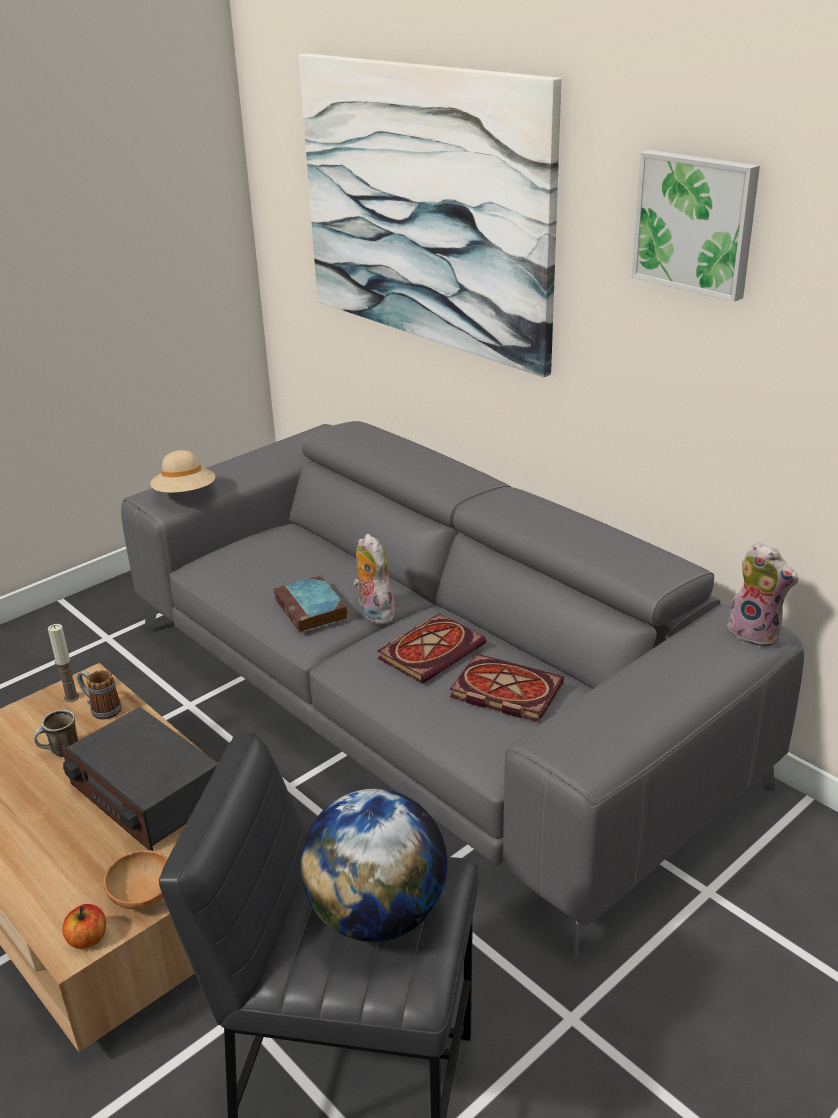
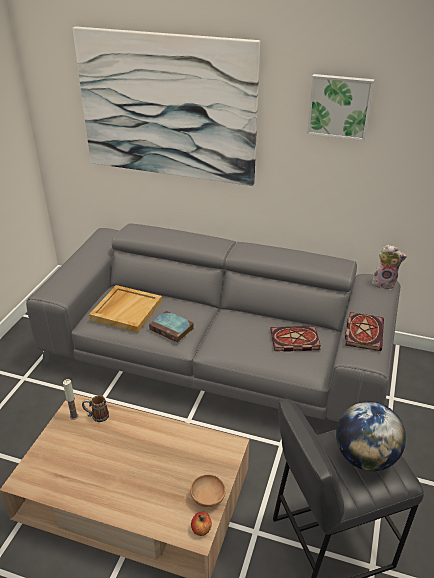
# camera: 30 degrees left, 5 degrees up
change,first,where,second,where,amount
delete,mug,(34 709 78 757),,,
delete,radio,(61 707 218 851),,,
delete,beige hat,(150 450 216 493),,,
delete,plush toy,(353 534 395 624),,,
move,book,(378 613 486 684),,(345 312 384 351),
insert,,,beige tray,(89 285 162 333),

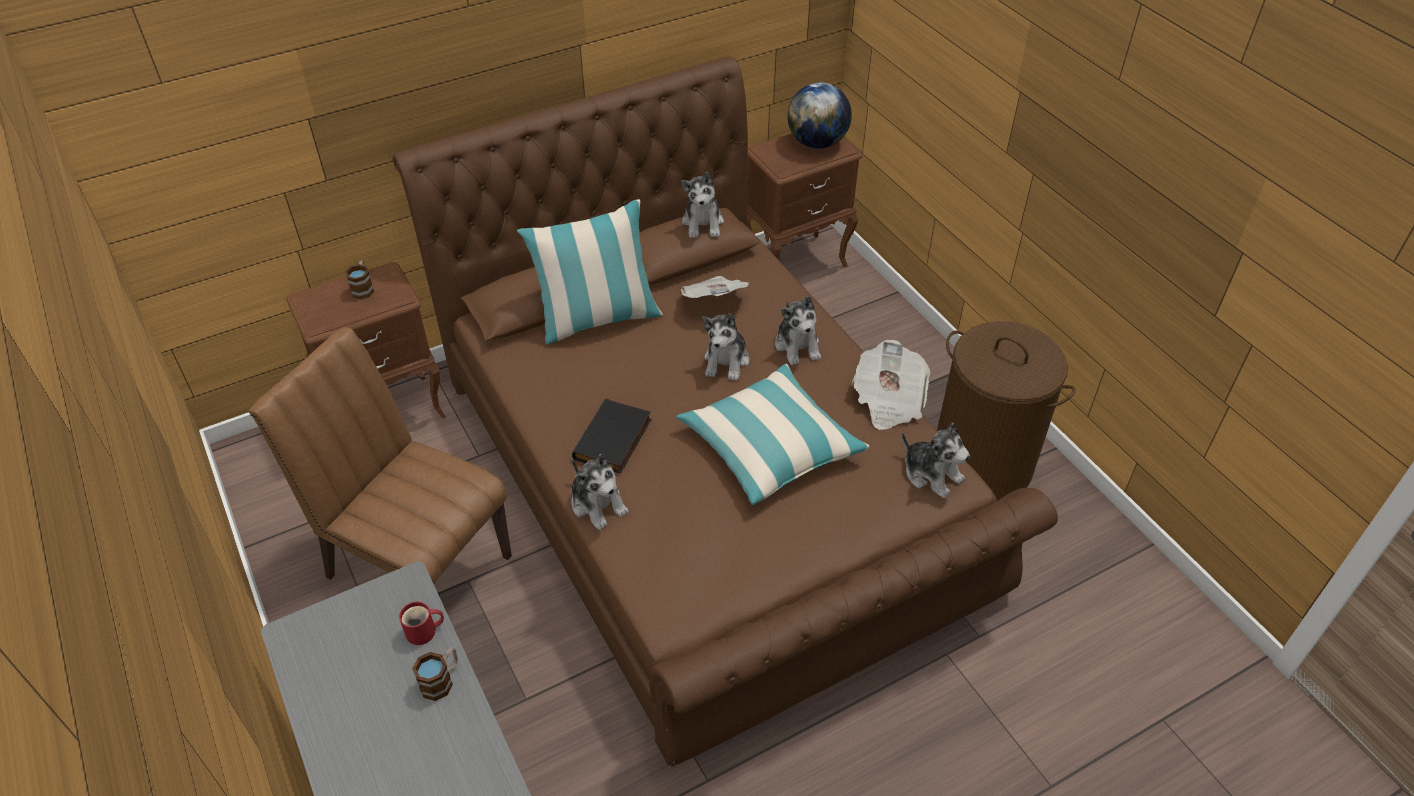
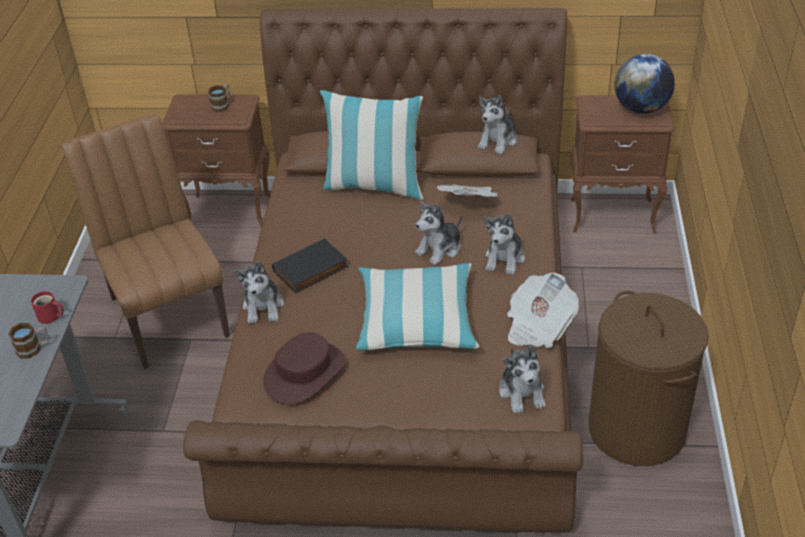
# camera: 35 degrees right, 5 degrees down
change,first,where,second,where,amount
insert,,,brown hat,(263 332 346 404),

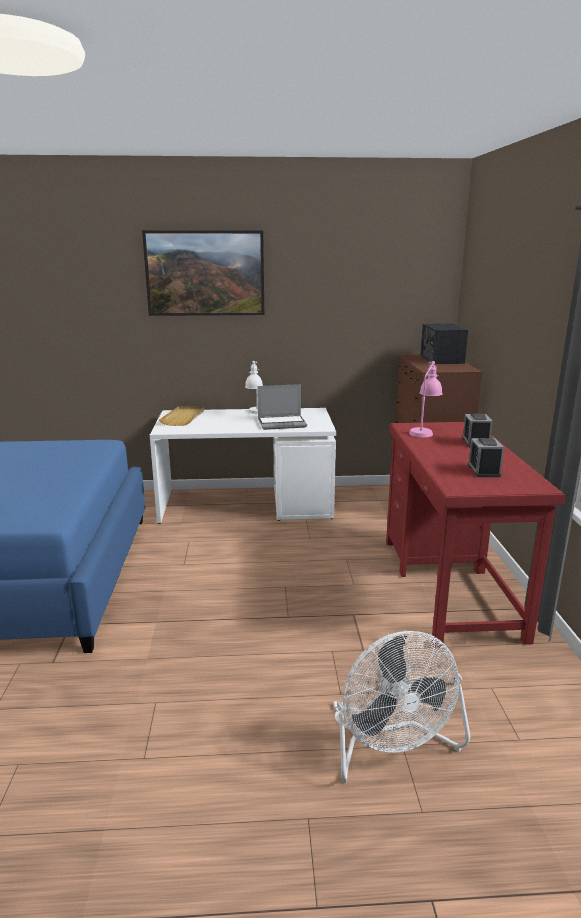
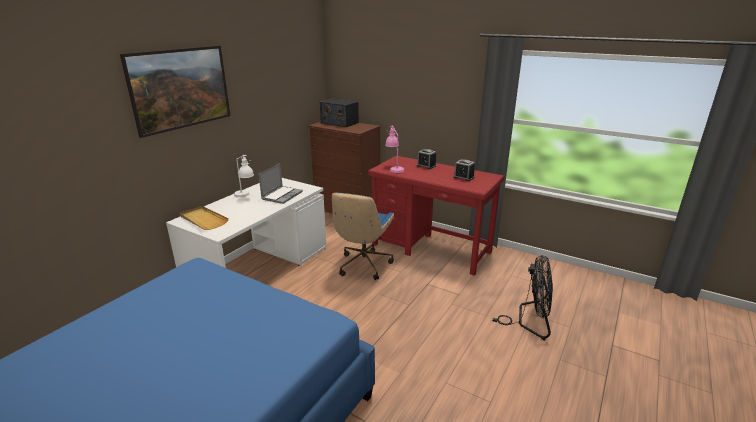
# camera: 55 degrees left, 5 degrees up
change,first,where,second,where,amount
recolor,white fan,(333 630 470 783),black fan,(492 255 553 340),
insert,,,blue office chair,(332 192 394 280),

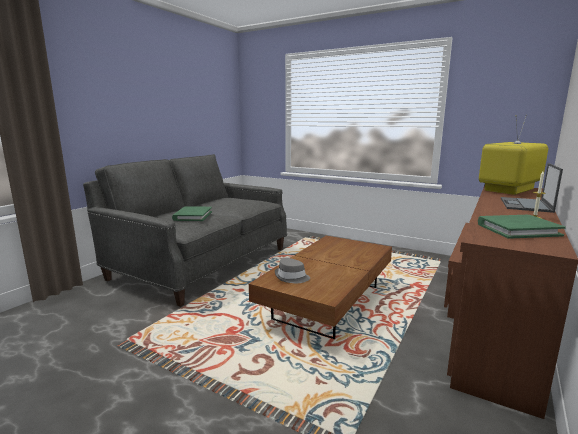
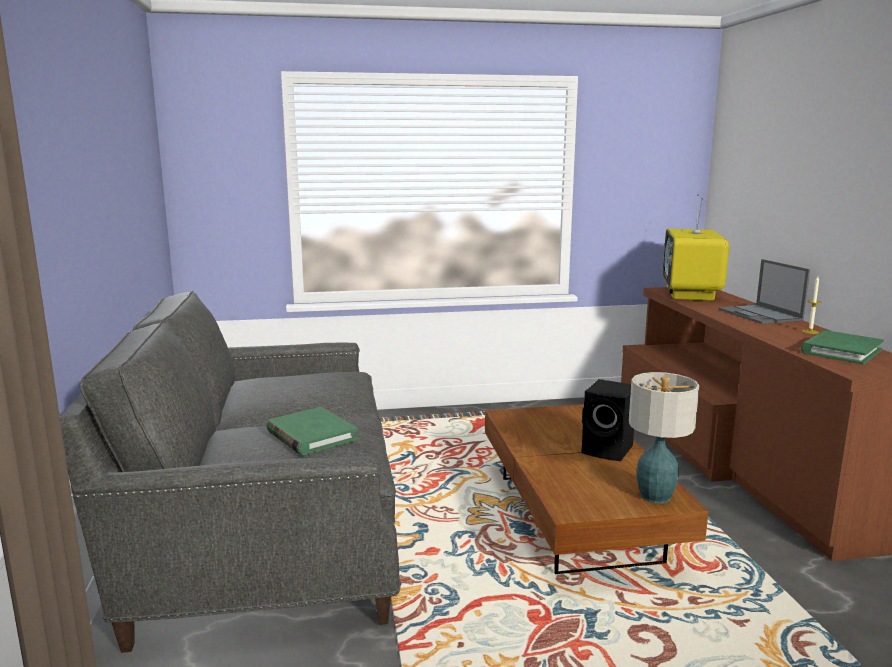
# camera: 40 degrees left, 0 degrees up
change,first,where,second,where,amount
delete,grey hat,(275 258 310 283),,,
insert,,,black speaker,(581 379 634 461),
insert,,,table lamp,(629 372 699 503),

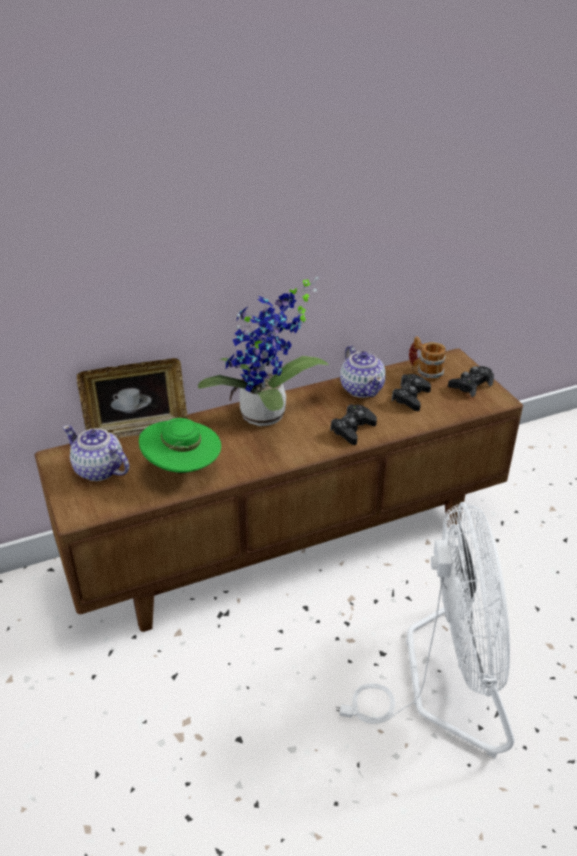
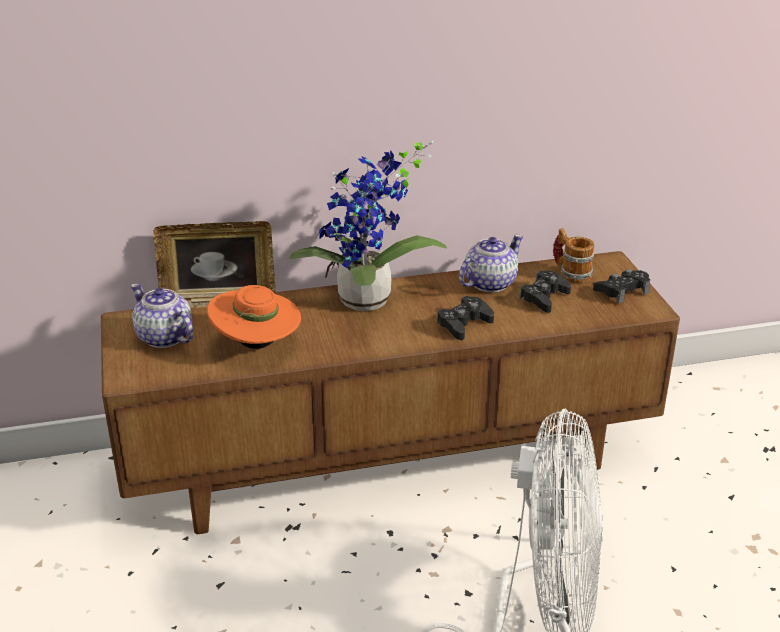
# camera: 10 degrees right, 5 degrees down
change,first,where,second,where,amount
recolor,green hat,(139 418 221 473),orange hat,(207 285 301 349),
rotate,teapot,(340 345 386 398),,(459 235 524 292),120 degrees counterclockwise

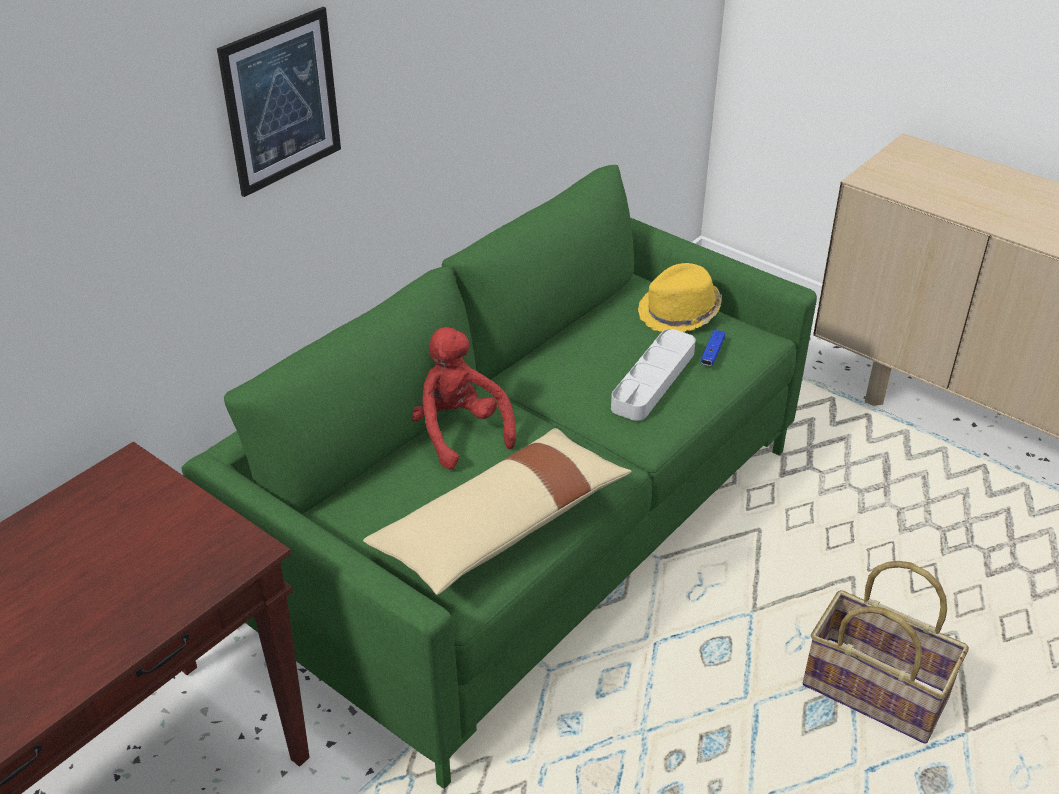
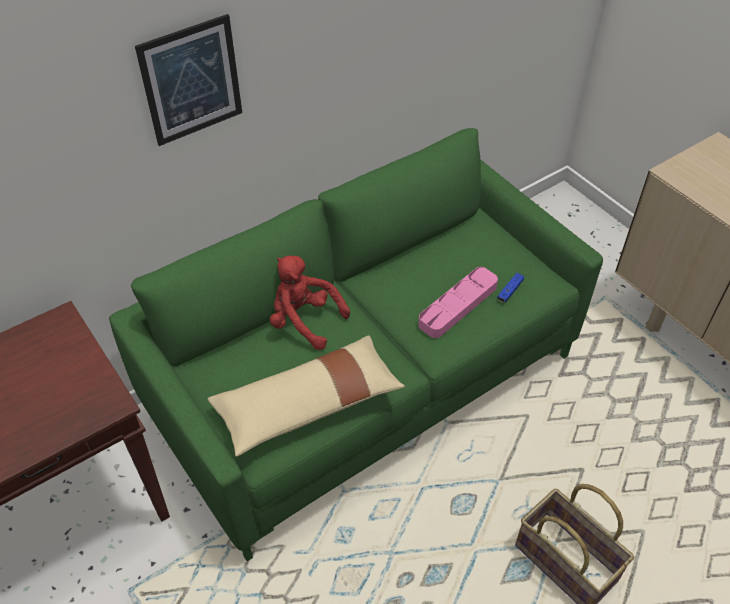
# camera: 15 degrees right, 10 degrees up
change,first,where,second,where,amount
rotate,red plush toy,(412 327 516 470),,(270 255 350 350),45 degrees counterclockwise
recolor,grey tray,(611 329 696 421),pink tray,(418 267 498 338),
delete,yellow hat,(638 263 722 332),,,

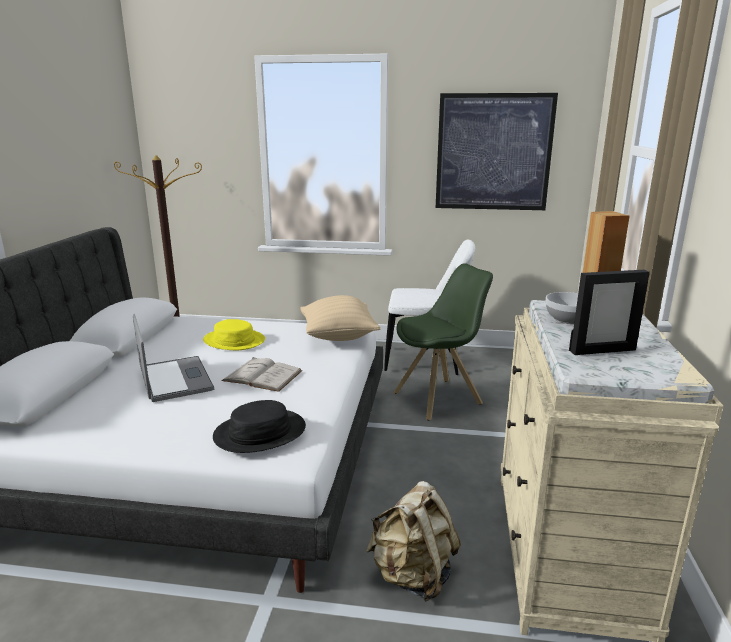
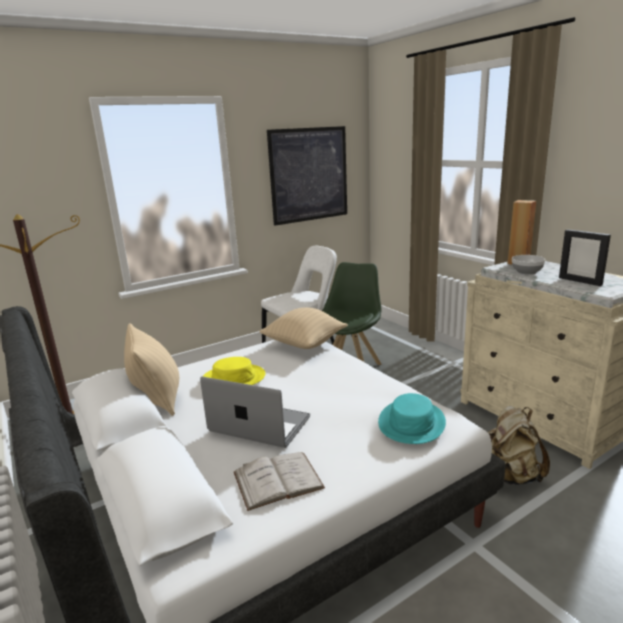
# camera: 40 degrees left, 0 degrees up
change,first,where,second,where,amount
recolor,black hat,(213 400 306 453),turquoise hat,(378 393 446 444),
move,white book,(221 357 302 392),,(234 452 325 511),
rotate,picture frame,(569 270 650 355),,(559 229 611 286),105 degrees clockwise
insert,,,beige pillow,(124 323 179 416),

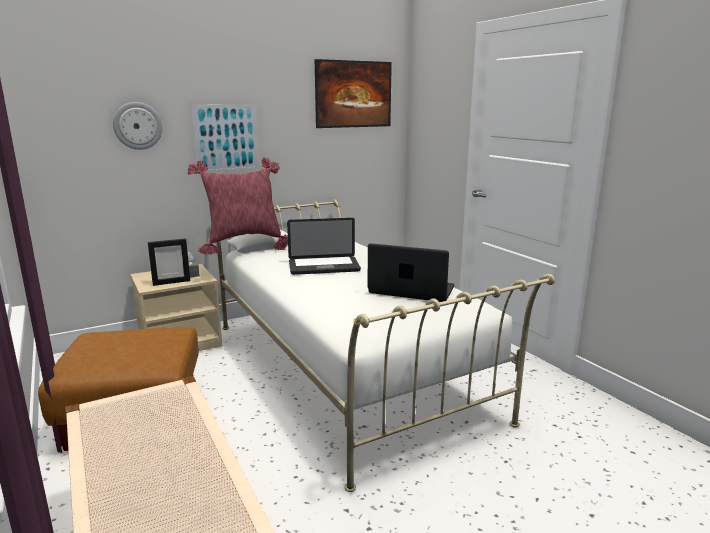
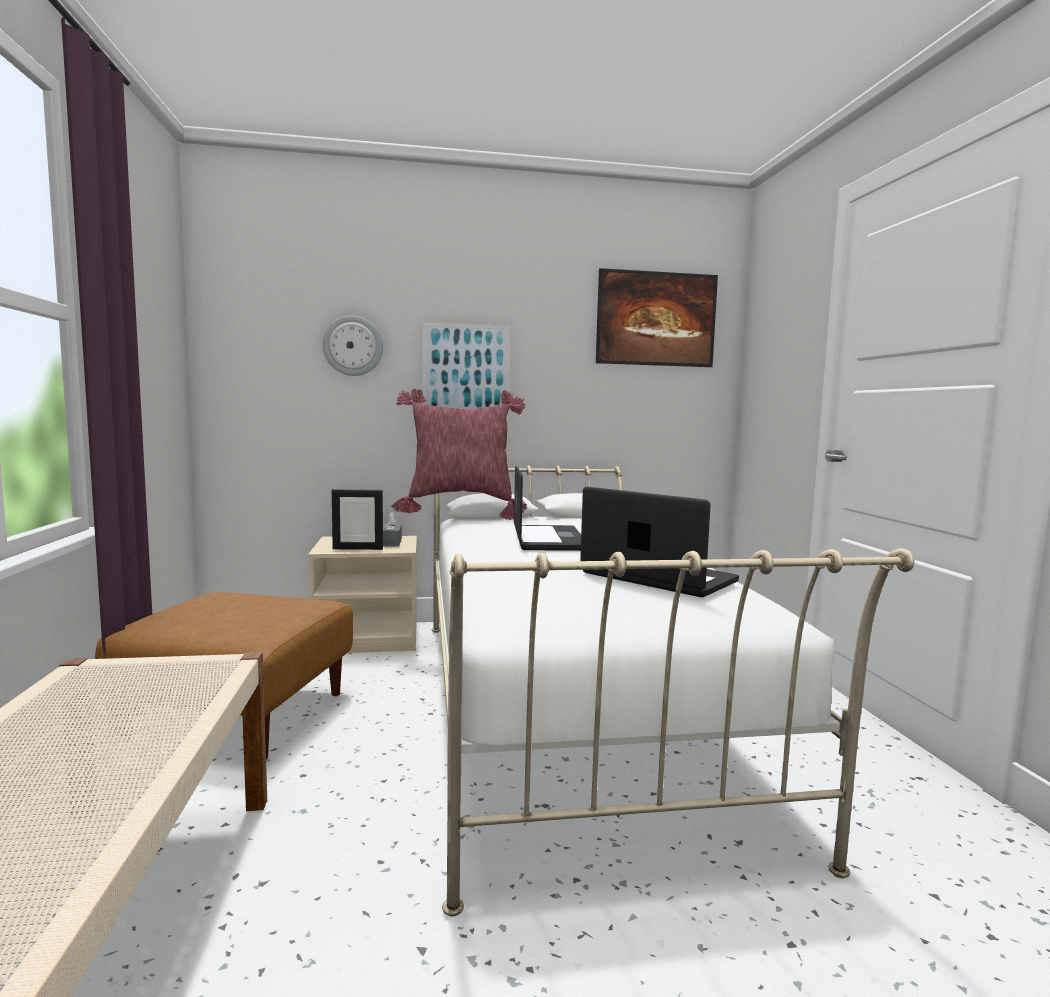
# camera: 20 degrees right, 10 degrees down
change,first,where,second,where,amount
rotate,laptop,(287 218 361 275),,(514 466 581 551),105 degrees counterclockwise

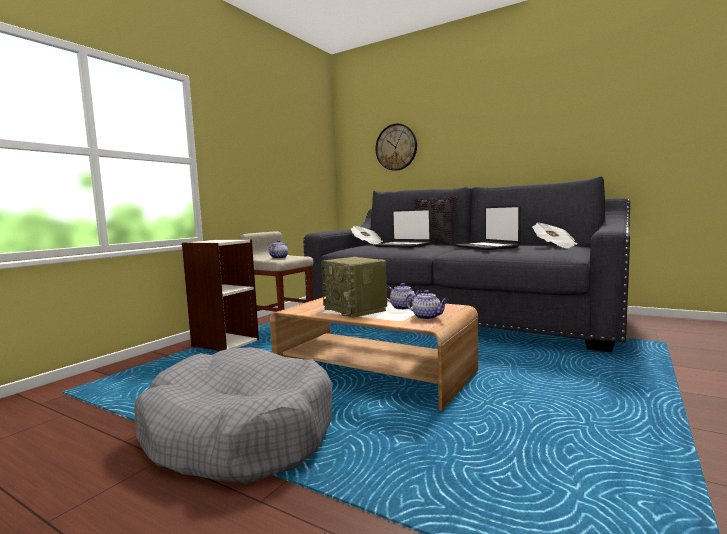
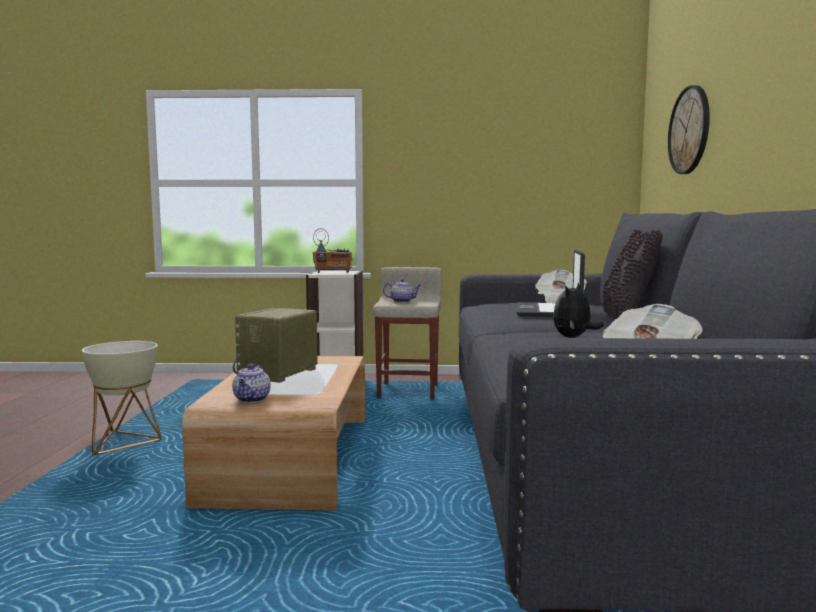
# camera: 60 degrees right, 0 degrees up
change,first,where,second,where,amount
replace,grey dog bed,(134 347 332 484),planter,(81 341 162 455),
delete,teapot,(387 283 422 310),,,
replace,laptop,(455 205 521 250),plush toy,(553 283 604 337),
insert,,,radio,(312 228 353 273),

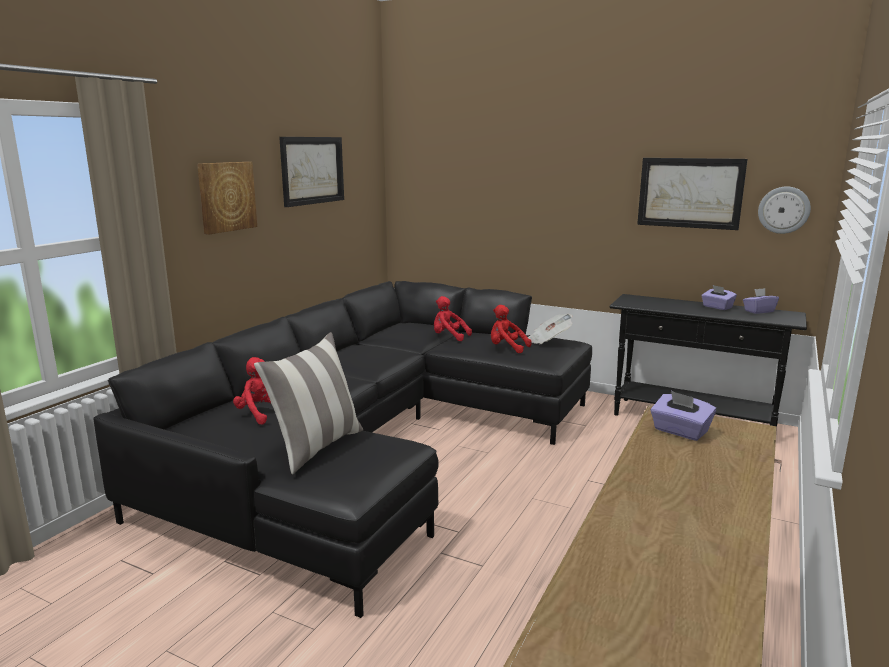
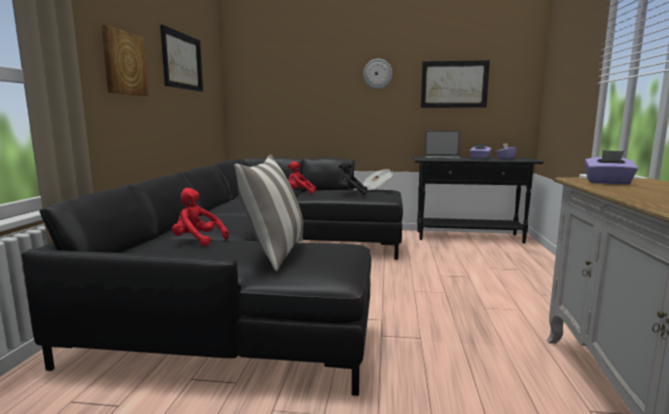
# camera: 20 degrees left, 5 degrees down
change,first,where,second,where,amount
recolor,red plush toy,(491 305 531 353),black plush toy,(339 161 367 195),
move,wall clock,(758 187 811 234),,(363 59 392 89),
insert,,,laptop,(424 131 463 160),

